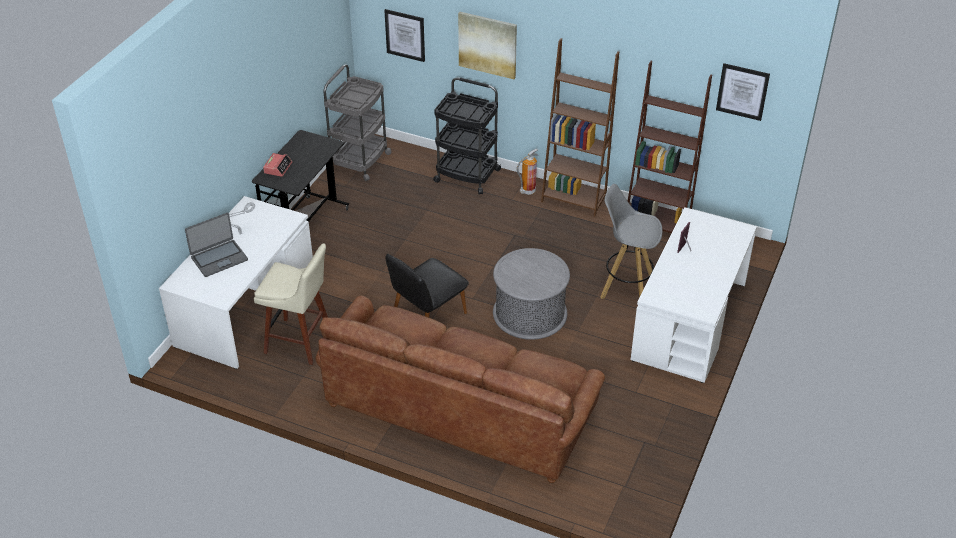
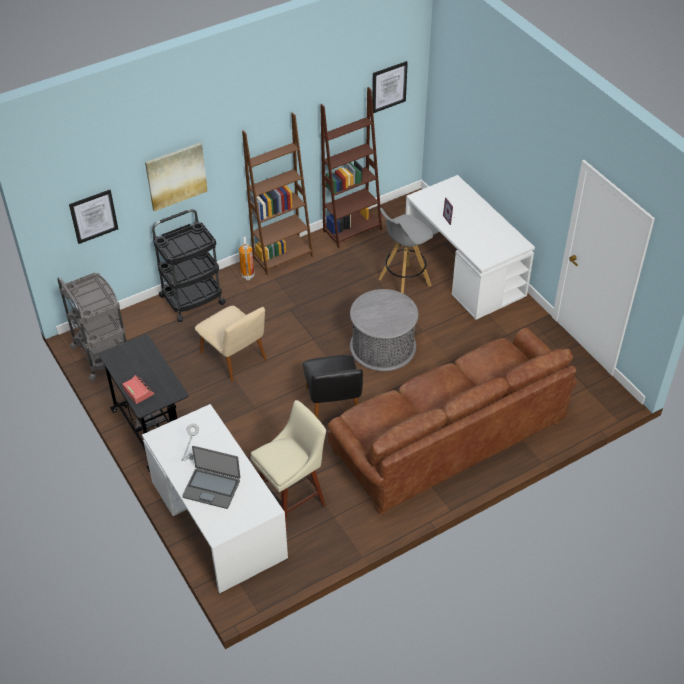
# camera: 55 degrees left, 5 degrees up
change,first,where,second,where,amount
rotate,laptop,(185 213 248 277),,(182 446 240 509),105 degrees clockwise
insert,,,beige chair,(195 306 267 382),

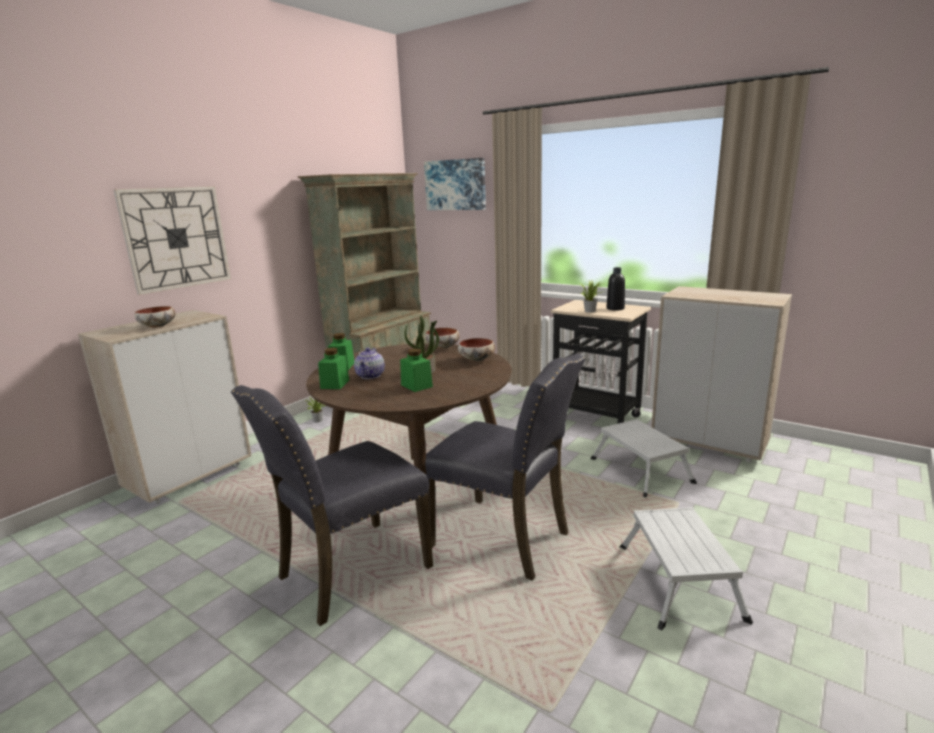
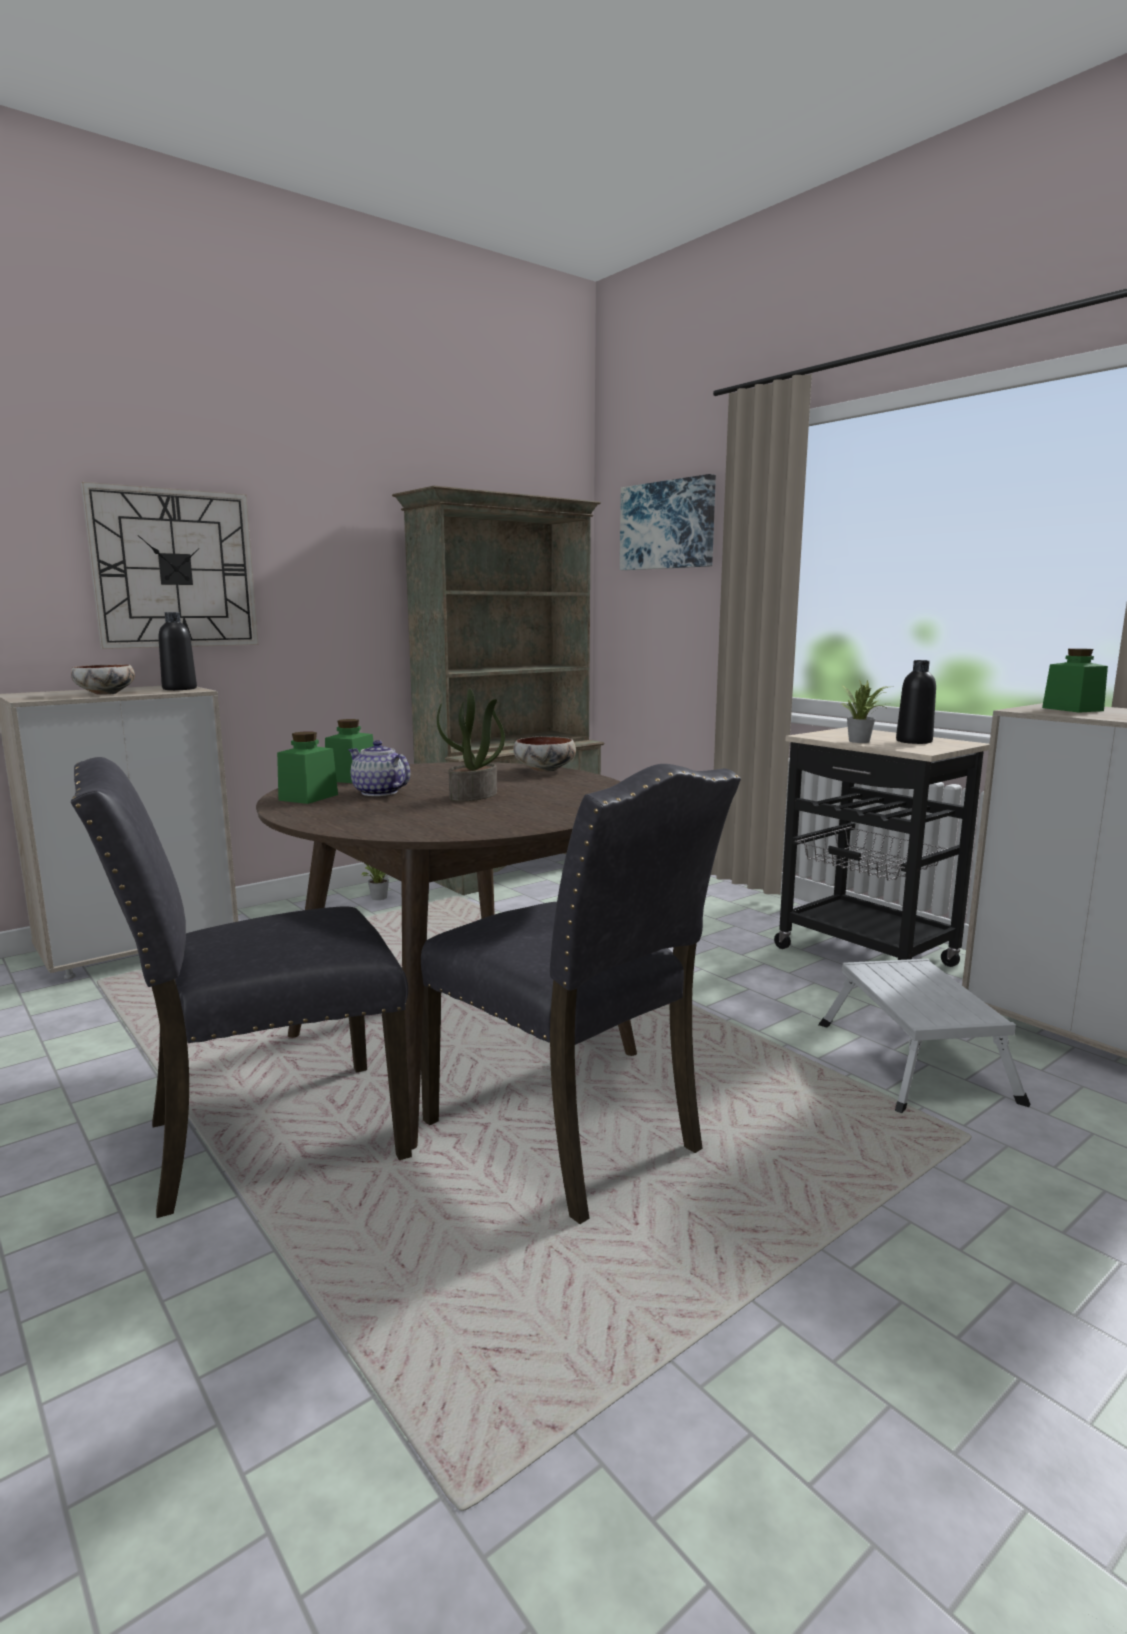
# camera: 15 degrees right, 5 degrees down
change,first,where,second,where,amount
rotate,teapot,(354 348 385 379),,(348 740 410 796),105 degrees clockwise
move,green jar,(400 348 433 392),,(1042 648 1108 713),
delete,bowl,(458 338 495 361),,,
delete,white step ladder,(620 507 753 630),,,
insert,,,black bottle,(159 612 197 690),

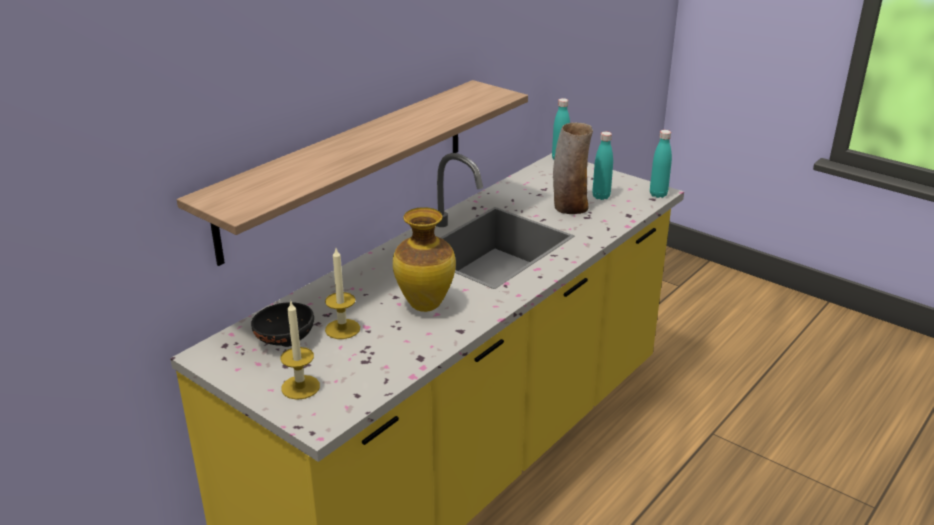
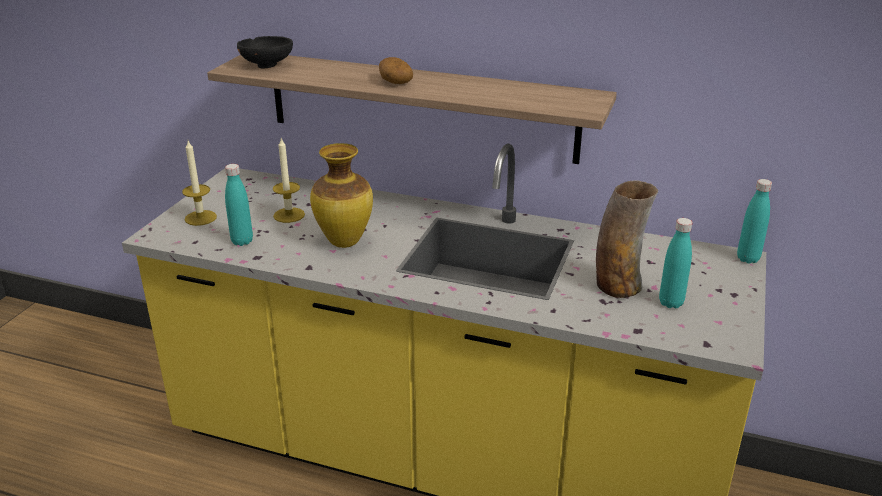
# camera: 70 degrees right, 0 degrees up
change,first,where,second,where,amount
move,black bowl,(251 302 314 347),,(237 36 293 68),
move,turquoise bottle,(650 130 672 198),,(225 164 253 246),
insert,,,potato,(379 57 413 84),

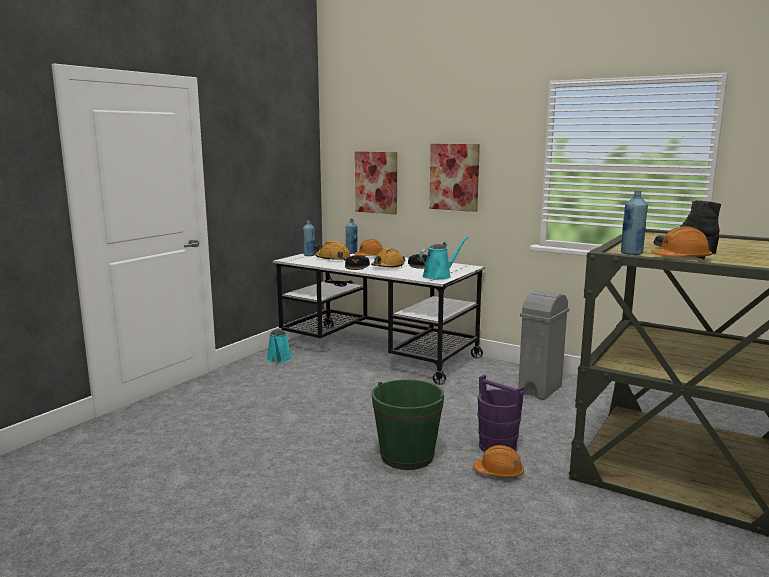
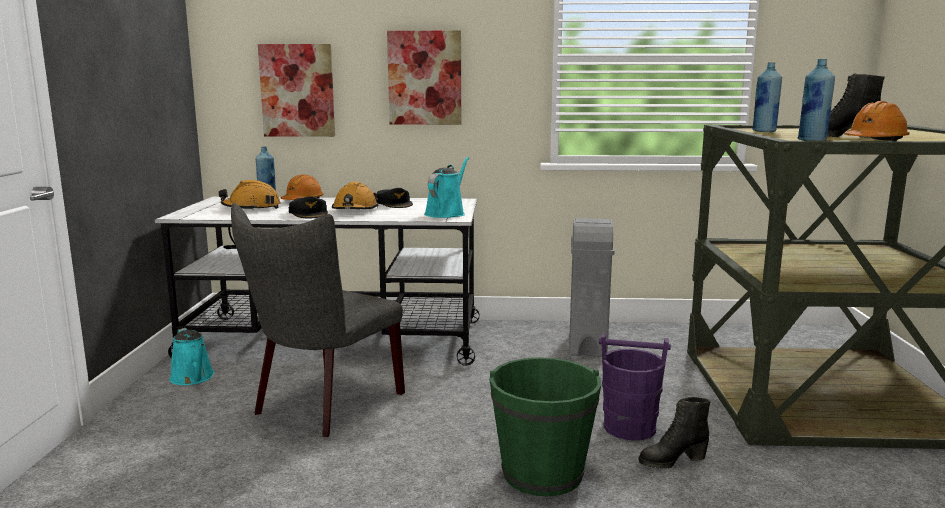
# camera: 30 degrees left, 0 degrees up
change,first,where,second,where,amount
move,blue bottle,(303 220 315 256),,(752 62 782 132),
replace,orange hard hat,(473 445 524 478),black boot,(638 397 711 469),
insert,,,grey chair,(231 203 405 437),

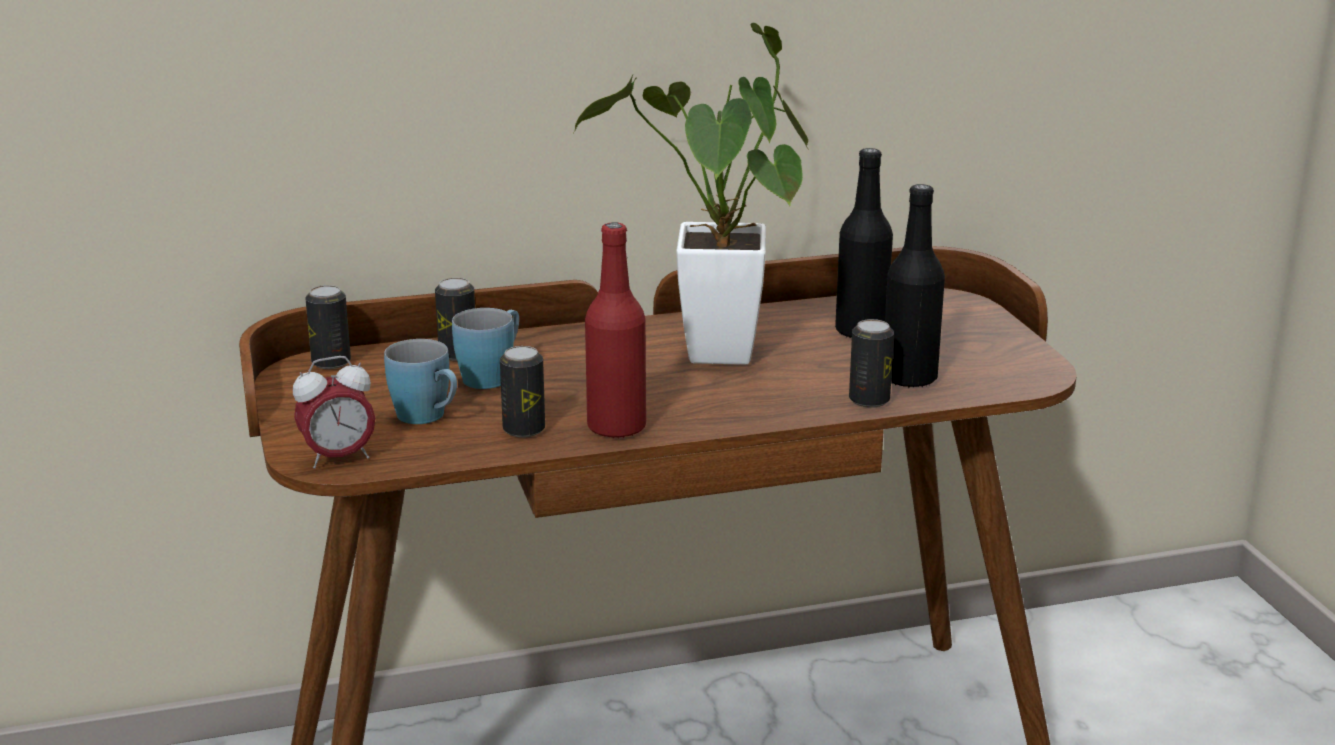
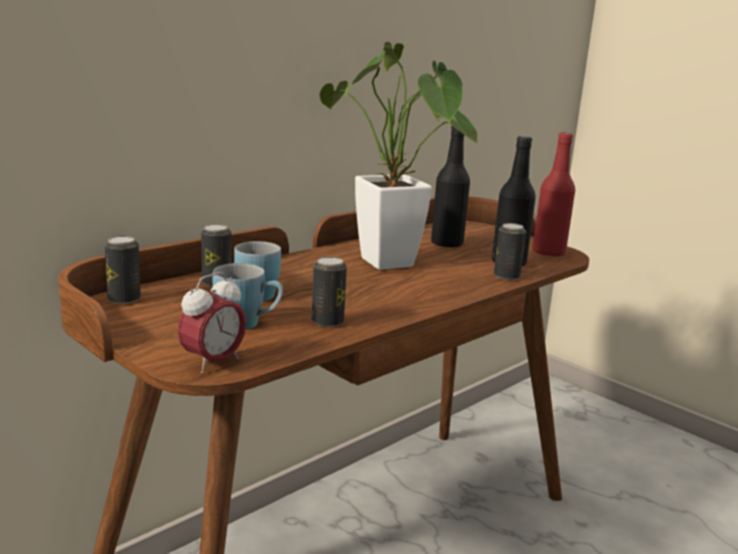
# camera: 30 degrees left, 5 degrees down
change,first,where,second,where,amount
move,red bottle,(585 222 646 439),,(533 132 575 257),

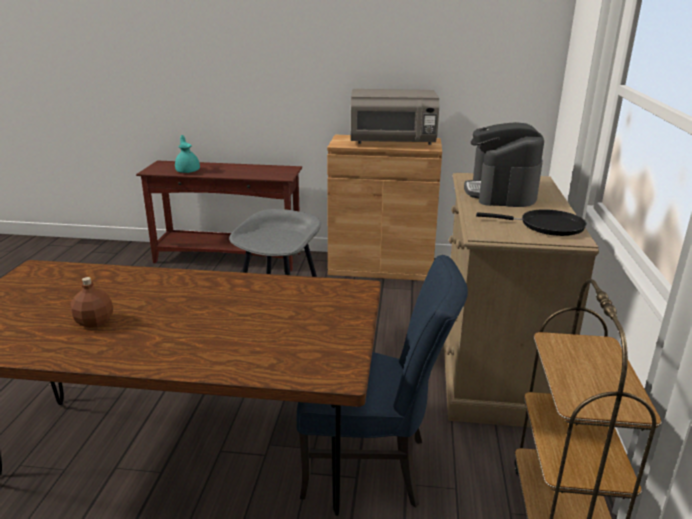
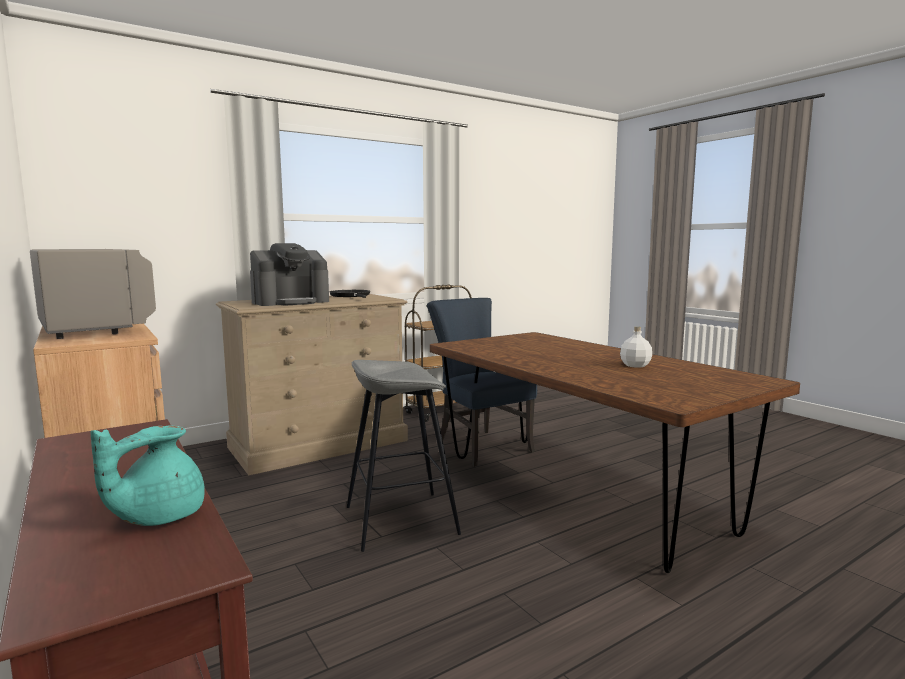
# camera: 130 degrees left, 15 degrees down
change,first,where,second,where,amount
recolor,brown bottle,(70 277 113 328),white bottle,(620 326 652 368),

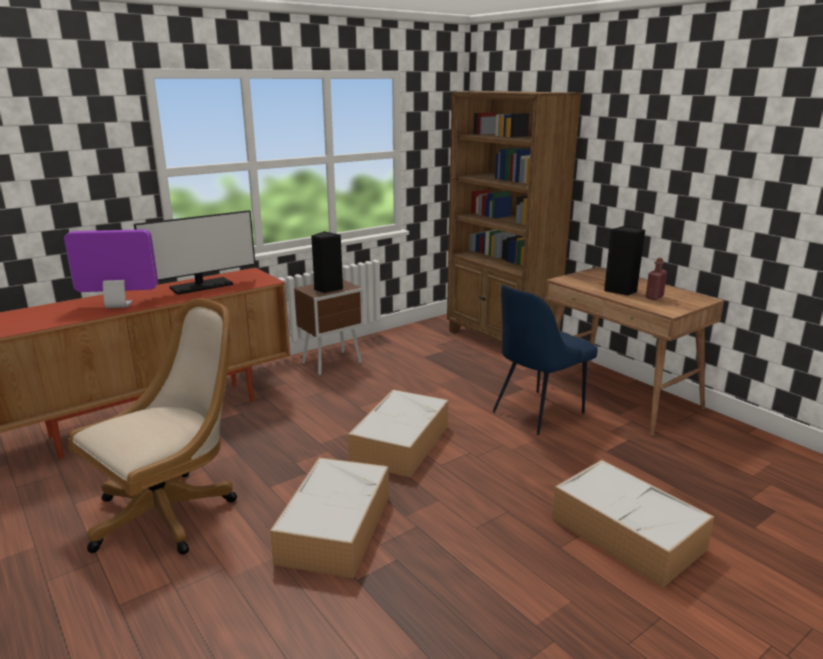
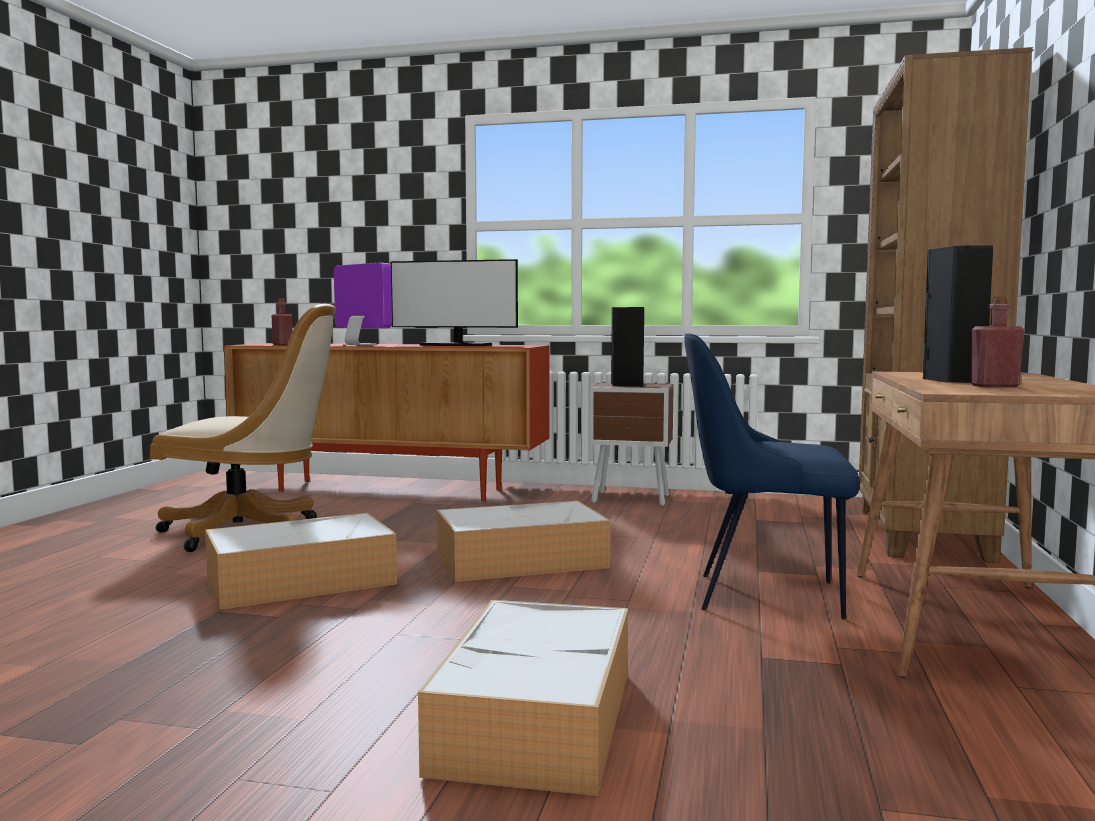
# camera: 50 degrees right, 15 degrees down
change,first,where,second,where,amount
insert,,,red bottle,(272 298 293 345),

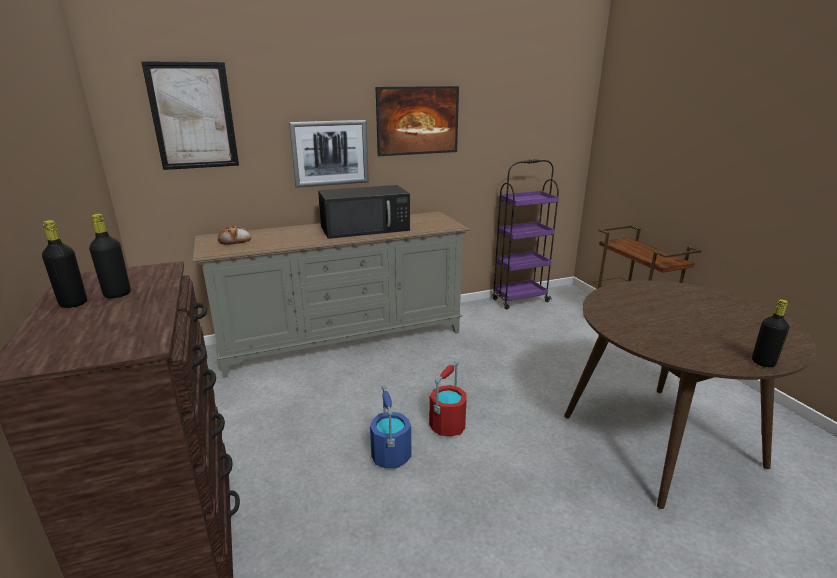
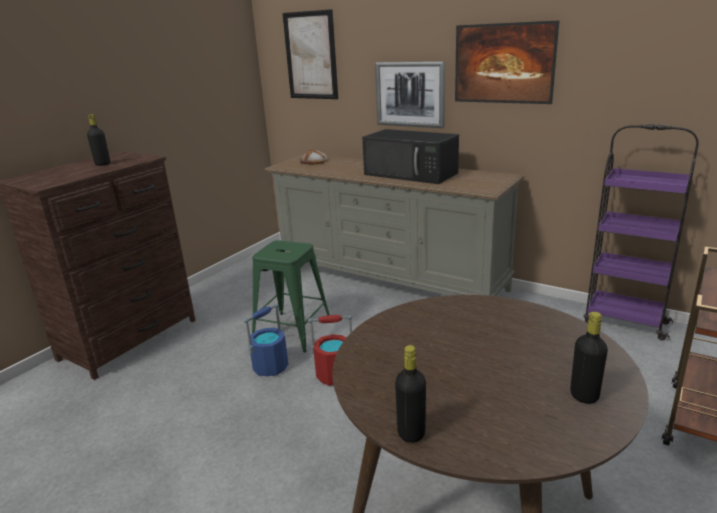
# camera: 55 degrees right, 0 degrees up
change,first,where,second,where,amount
move,black bottle,(42 220 87 308),,(570 312 608 404),
insert,,,green stool,(252 240 329 352),

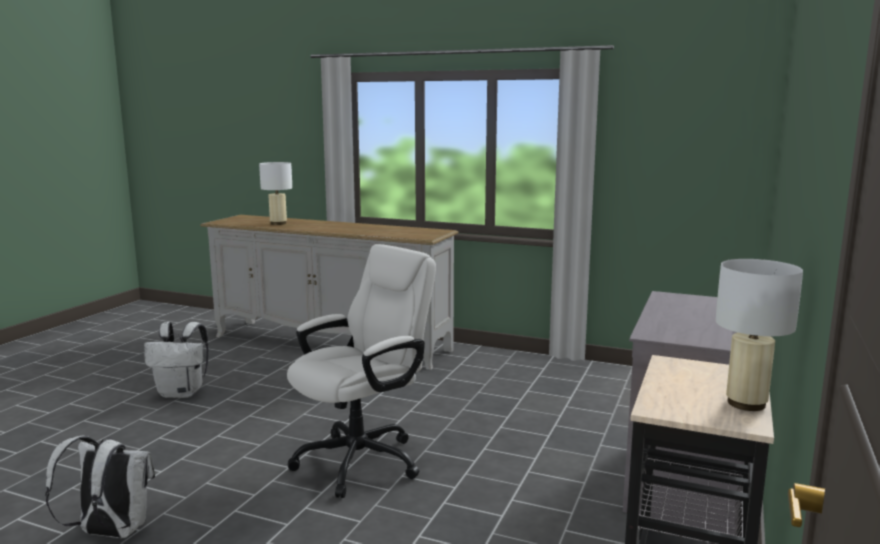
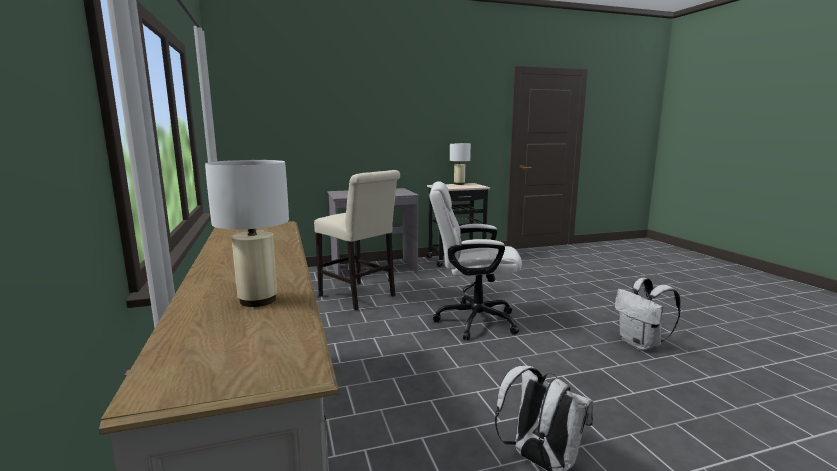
# camera: 130 degrees left, 0 degrees up
change,first,where,second,where,amount
insert,,,beige stool,(314 170 400 311),

